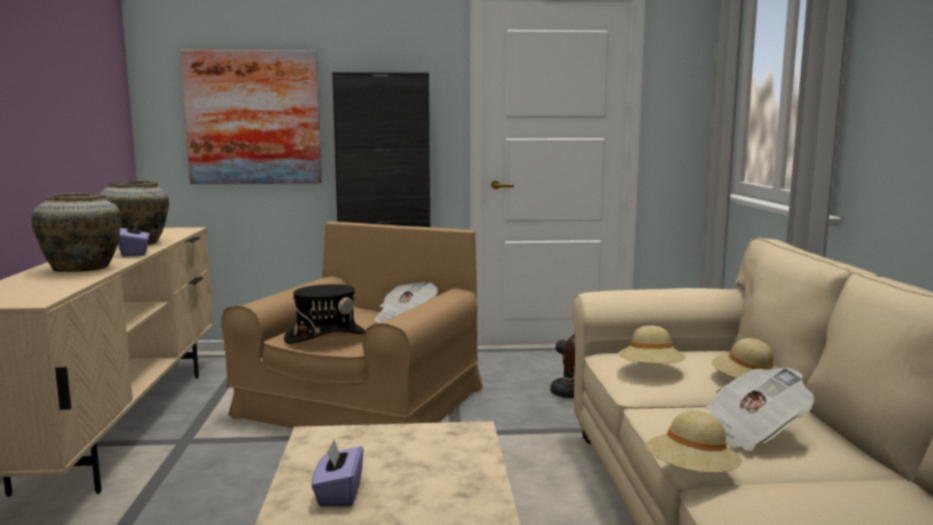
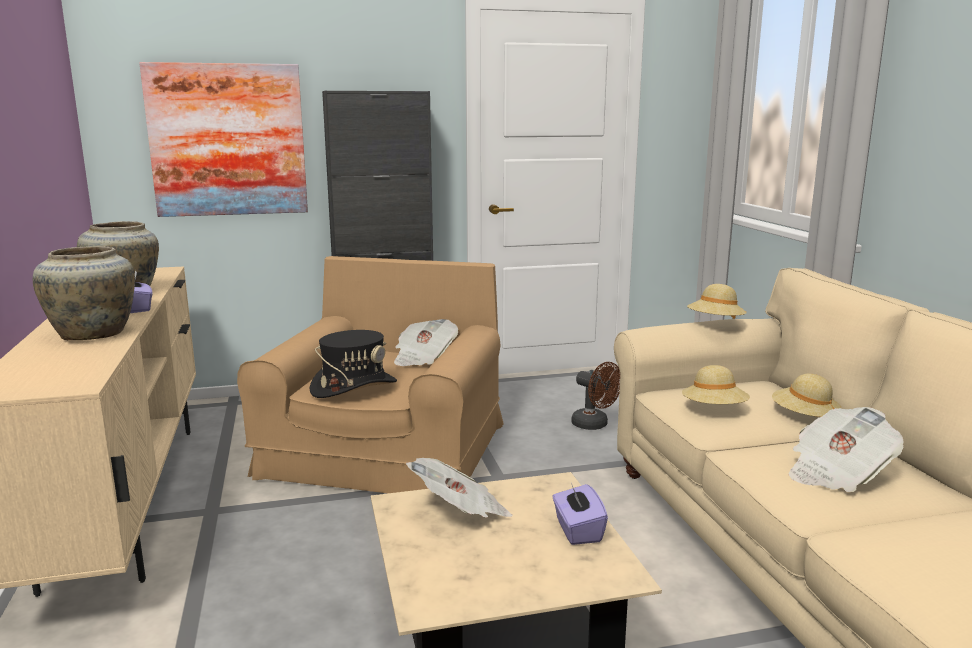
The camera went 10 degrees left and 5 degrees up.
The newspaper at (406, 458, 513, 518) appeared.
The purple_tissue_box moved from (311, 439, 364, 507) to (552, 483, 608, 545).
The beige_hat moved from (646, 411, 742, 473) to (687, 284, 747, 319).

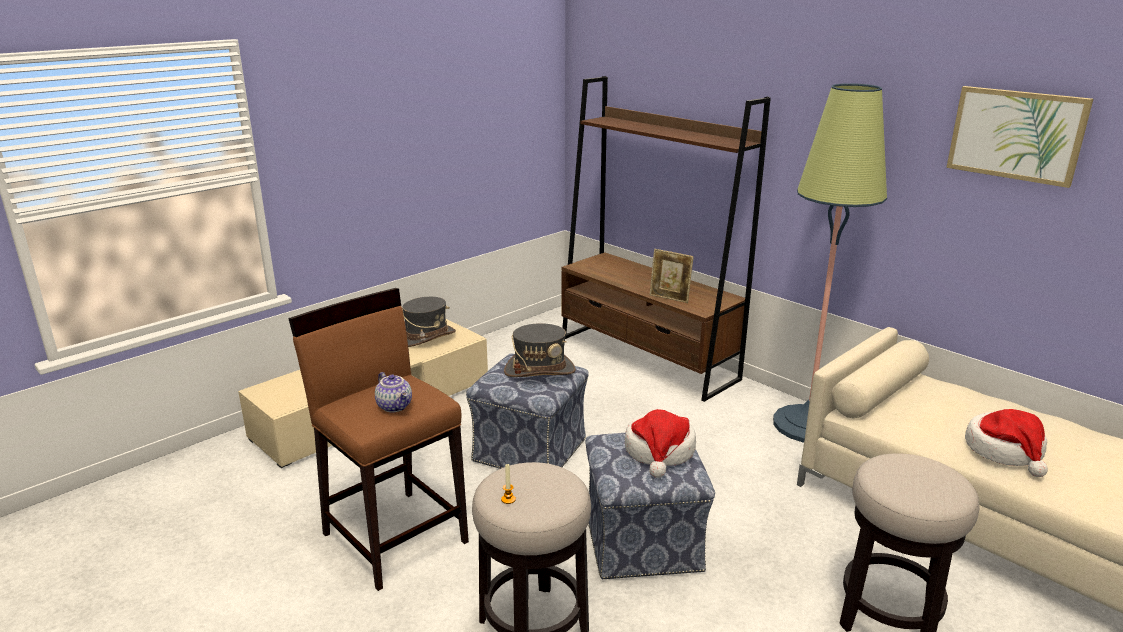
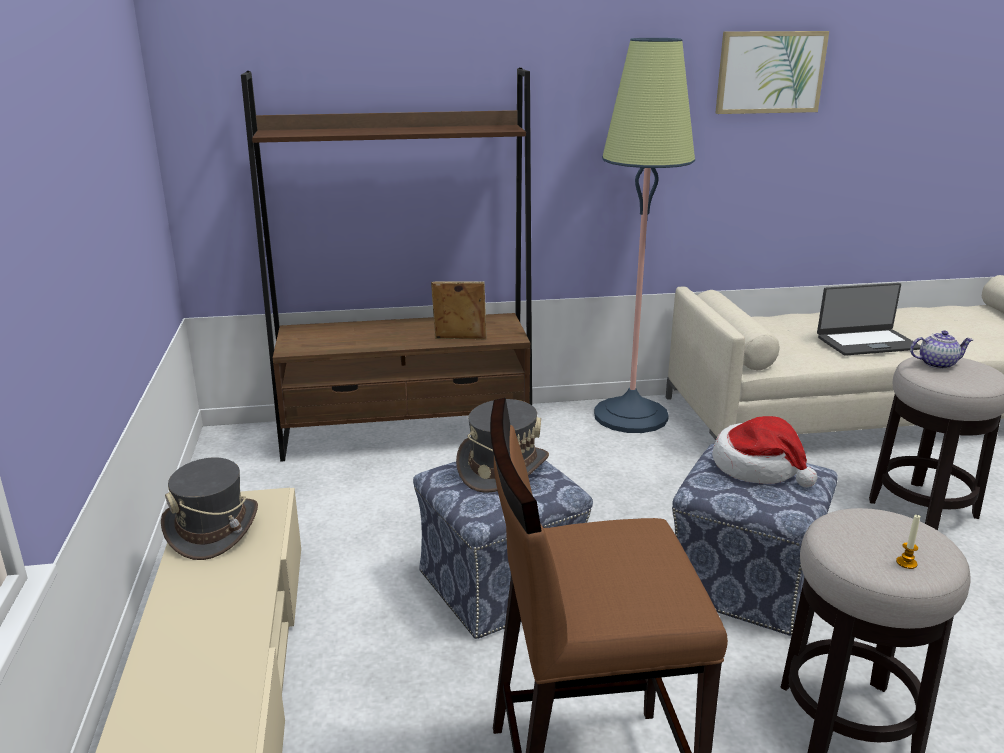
The camera went 55 degrees left and 0 degrees up.
The picture_frame at (650, 249, 694, 303) turned 150 degrees counterclockwise.
The hat at (965, 409, 1048, 477) was replaced by the laptop at (817, 283, 921, 356).
The teapot moved from (375, 372, 412, 412) to (910, 330, 973, 369).

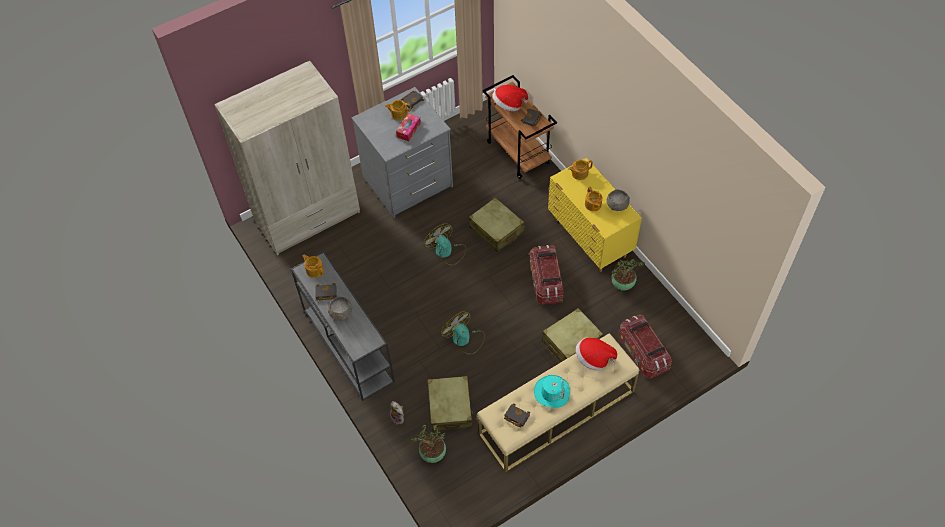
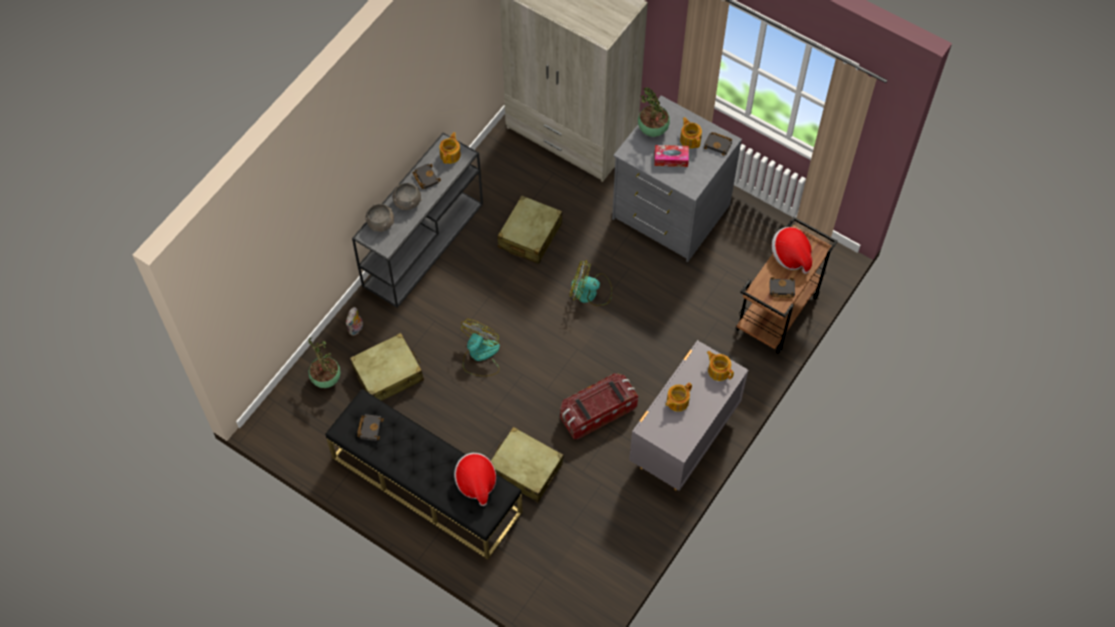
The camera went 65 degrees right and 5 degrees up.
The beige_bench at (477, 333, 639, 473) became the black_bench at (326, 389, 523, 560).
The grey_bowl moved from (606, 189, 630, 211) to (365, 204, 394, 232).
The beige_suitcase moved from (469, 198, 524, 252) to (497, 195, 562, 264).
The fan at (424, 223, 466, 265) turned 105 degrees counterclockwise.
The yellow_dresser at (548, 158, 642, 272) became the grey_dresser at (629, 340, 749, 491).
The potted_plant moved from (611, 259, 645, 291) to (638, 88, 670, 137).
The turquoise_hat at (534, 375, 570, 408) disappeared.
The storage_box at (618, 314, 672, 379) disappeared.

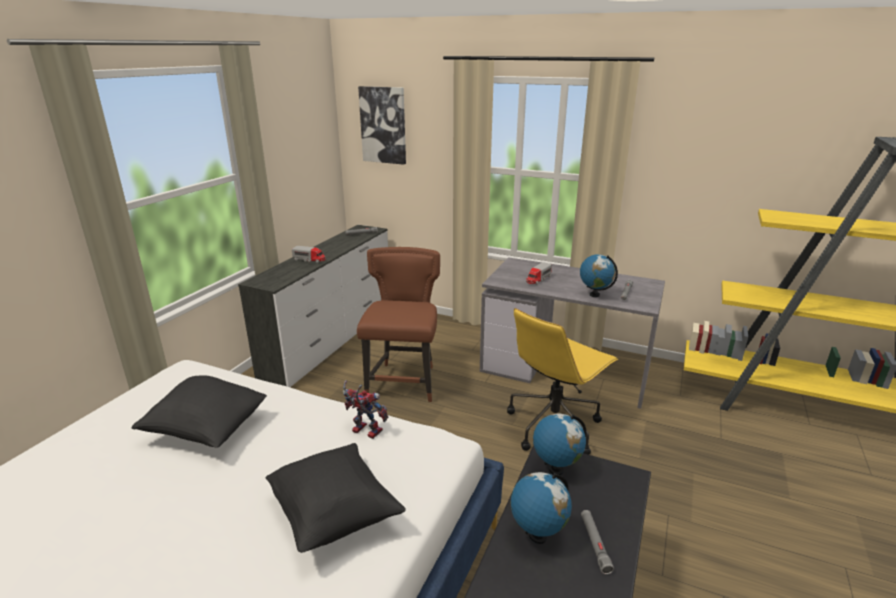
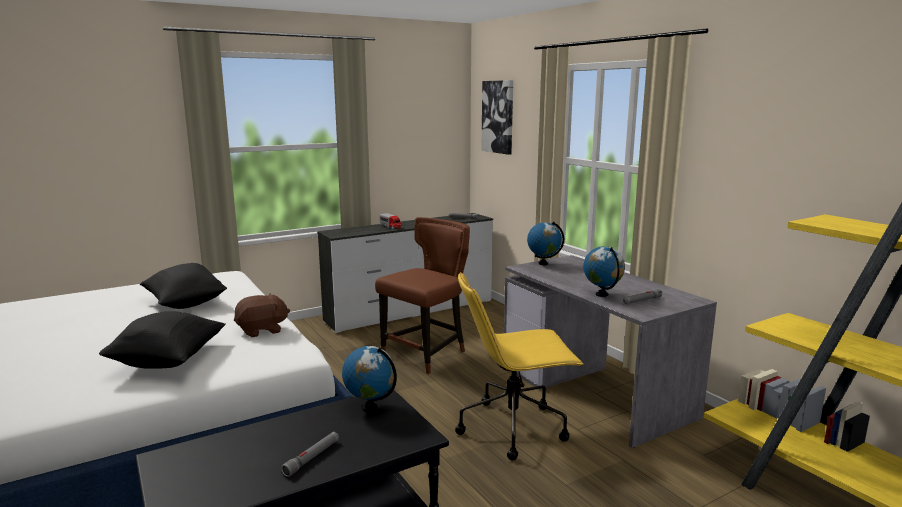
The camera went 35 degrees right and 10 degrees down.
The toy_robot at (343, 380, 388, 439) was replaced by the brown_plush_toy at (234, 294, 290, 337).
The globe moved from (511, 472, 572, 544) to (527, 222, 564, 265).
The toy_truck at (526, 262, 552, 285) disappeared.

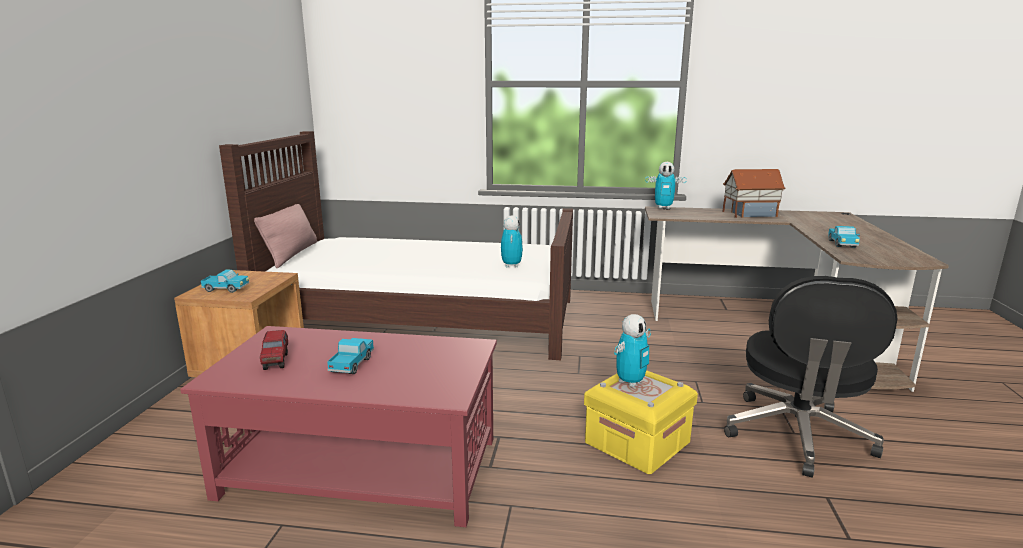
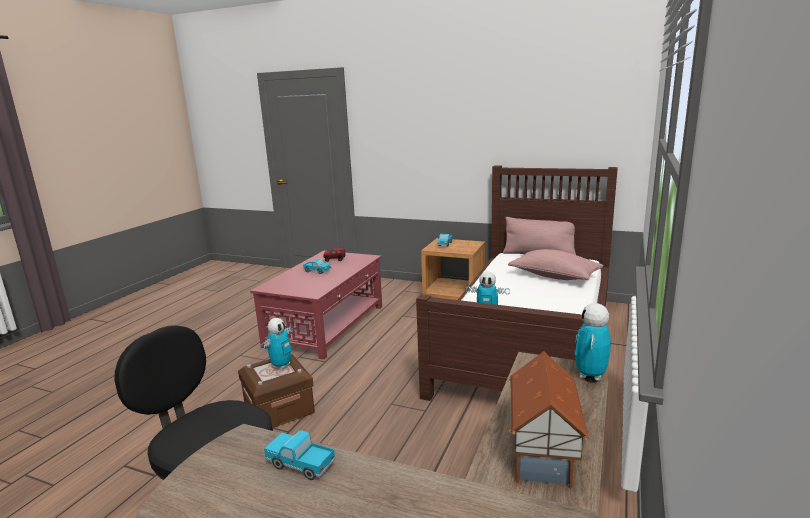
The camera went 105 degrees right and 0 degrees up.
The yellow_storage_box at (584, 370, 698, 474) became the brown_storage_box at (238, 354, 315, 428).
The toy_robot at (614, 314, 651, 387) turned 120 degrees counterclockwise.
The pink_pillow at (508, 249, 603, 280) appeared.

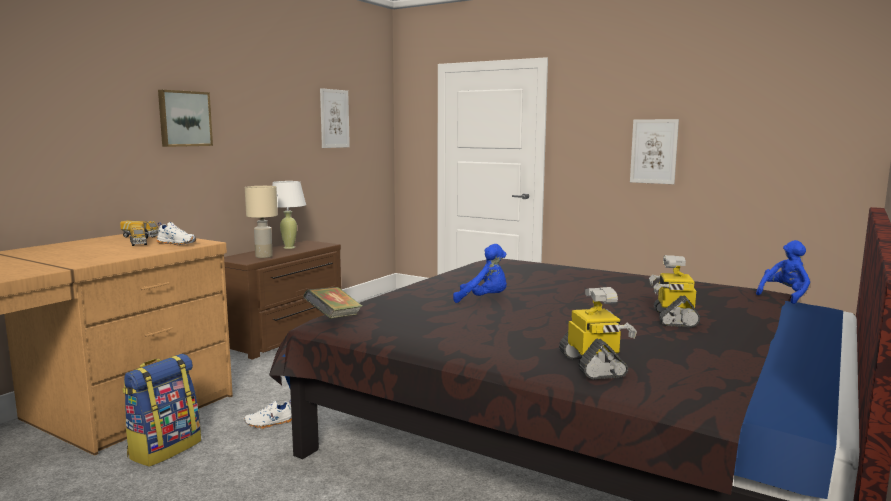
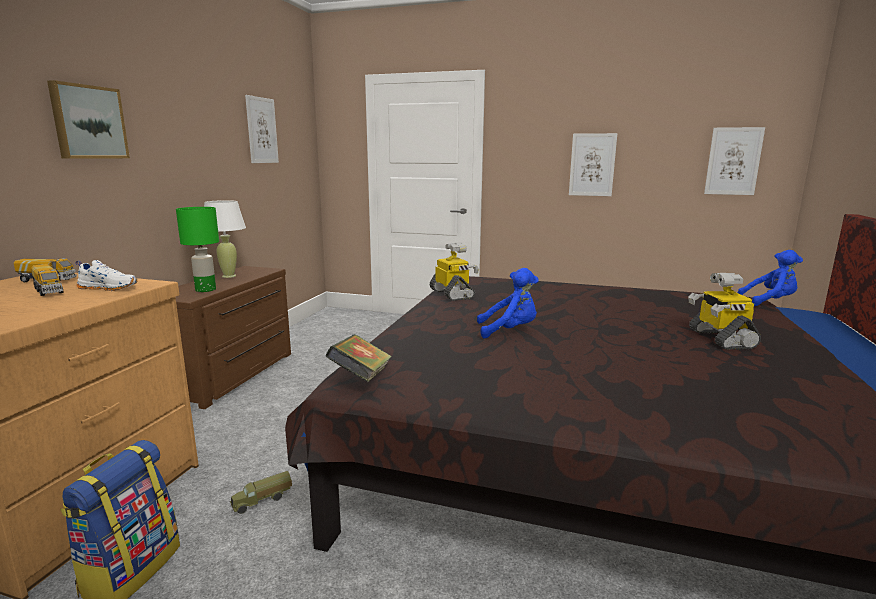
The camera went 15 degrees left and 5 degrees up.
The beige_table_lamp at (245, 186, 278, 258) became the green_table_lamp at (176, 207, 219, 292).
The white_shoe at (244, 400, 292, 429) was replaced by the toy_truck at (230, 471, 292, 514).
The toy_robot moved from (559, 287, 637, 379) to (430, 242, 479, 301).
The picture at (704, 127, 765, 195) appeared.
The blue_plush_toy at (756, 240, 810, 304) turned 60 degrees clockwise.

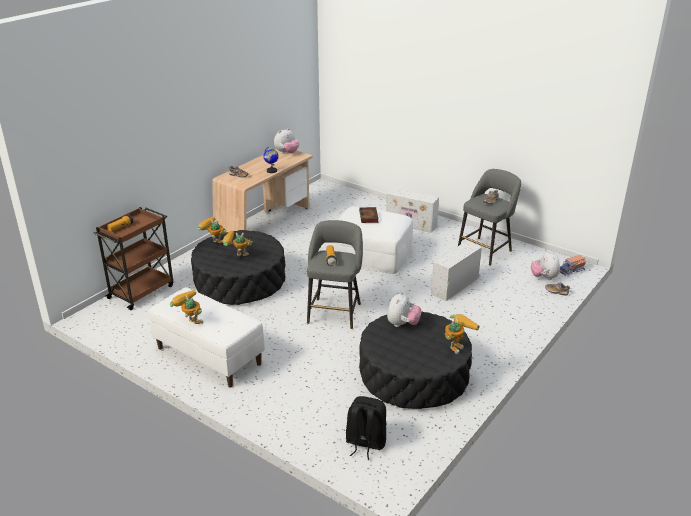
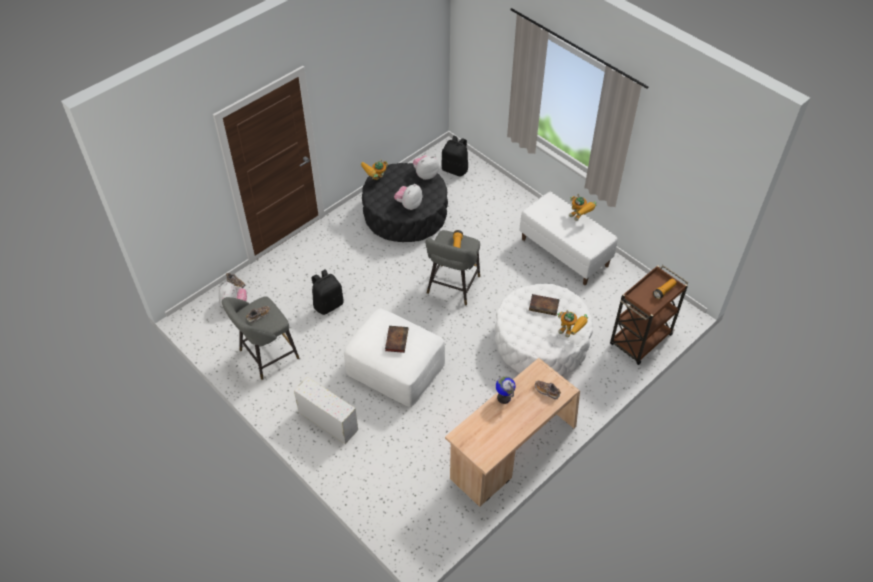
The camera went 170 degrees left and 20 degrees up.
The white_storage_box at (431, 241, 482, 301) was replaced by the black_backpack at (312, 269, 344, 315).
The plush_toy moved from (274, 128, 299, 154) to (413, 155, 439, 180).
The black_ottoman at (191, 230, 285, 305) became the white_ottoman at (495, 284, 593, 376).
The toy_robot at (222, 230, 253, 256) was replaced by the book at (529, 294, 560, 316).
The toy_truck at (560, 255, 586, 276) disappeared.

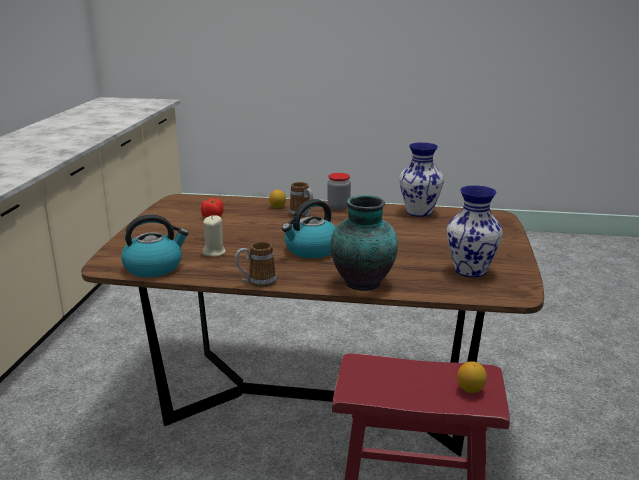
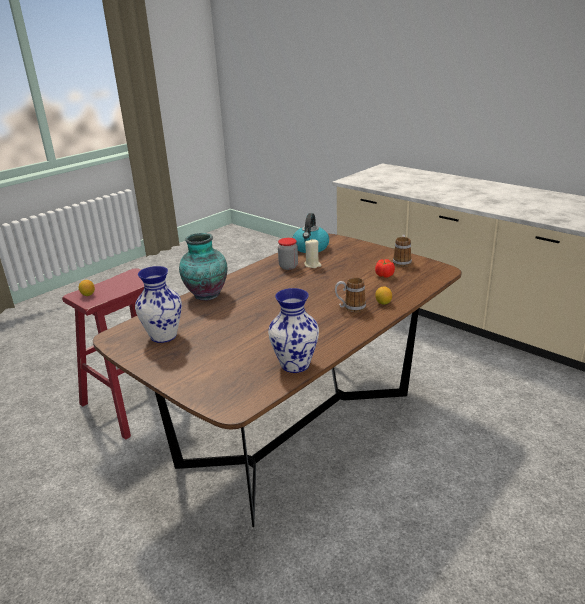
The camera went 125 degrees right and 5 degrees up.
The jar moved from (327, 173, 351, 210) to (278, 238, 298, 270).
The mug moved from (235, 241, 277, 287) to (393, 235, 412, 267).
The kettle at (282, 199, 336, 258) disappeared.

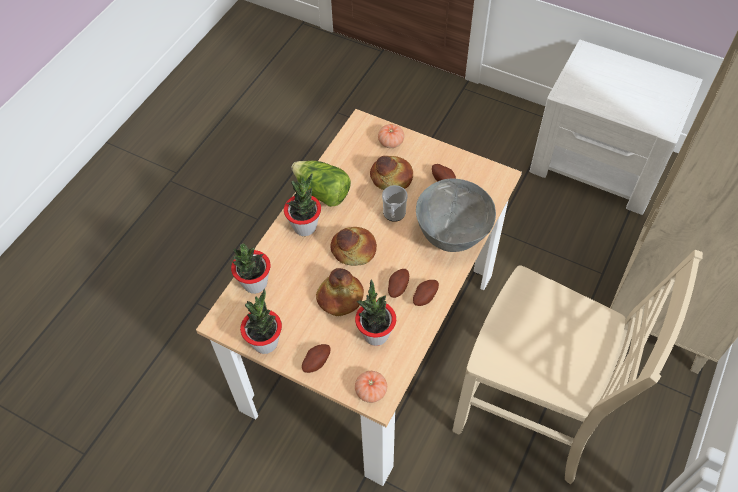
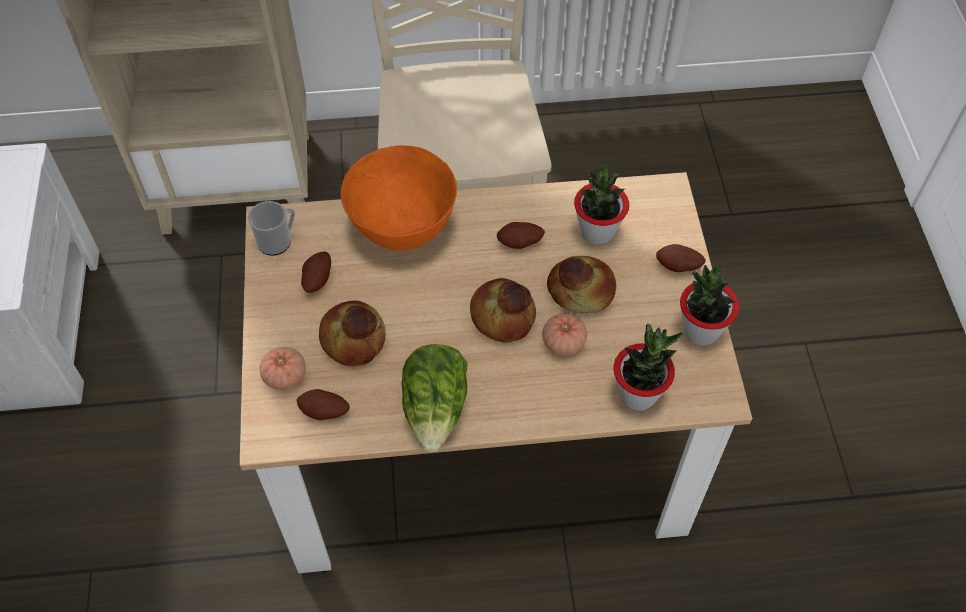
The camera went 125 degrees left and 0 degrees up.
The mug moved from (382, 185, 408, 222) to (248, 201, 295, 256).
The potato moved from (413, 280, 439, 306) to (296, 389, 350, 420).
The grey_bowl at (416, 179, 496, 252) became the orange_bowl at (341, 145, 457, 250).
The tomato moved from (355, 371, 387, 403) to (542, 314, 587, 356).
The potted_plant at (284, 173, 321, 236) disappeared.

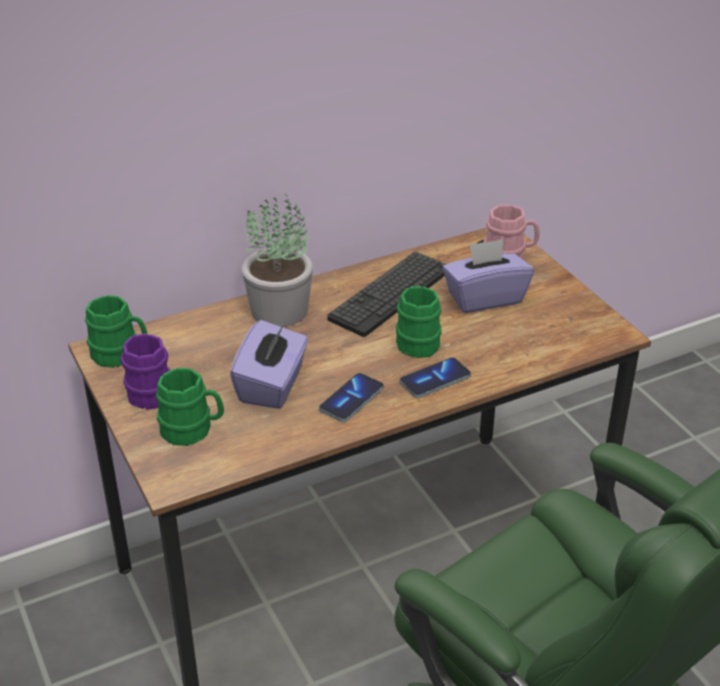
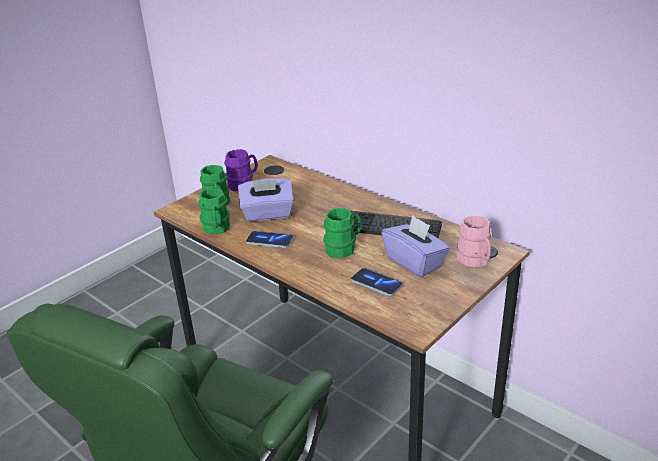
The camera went 70 degrees right and 5 degrees down.
The green_mug moved from (85, 295, 148, 368) to (198, 188, 230, 234).
The phone moved from (400, 358, 471, 398) to (351, 268, 403, 296).
The potted_plant at (241, 194, 313, 327) disappeared.

